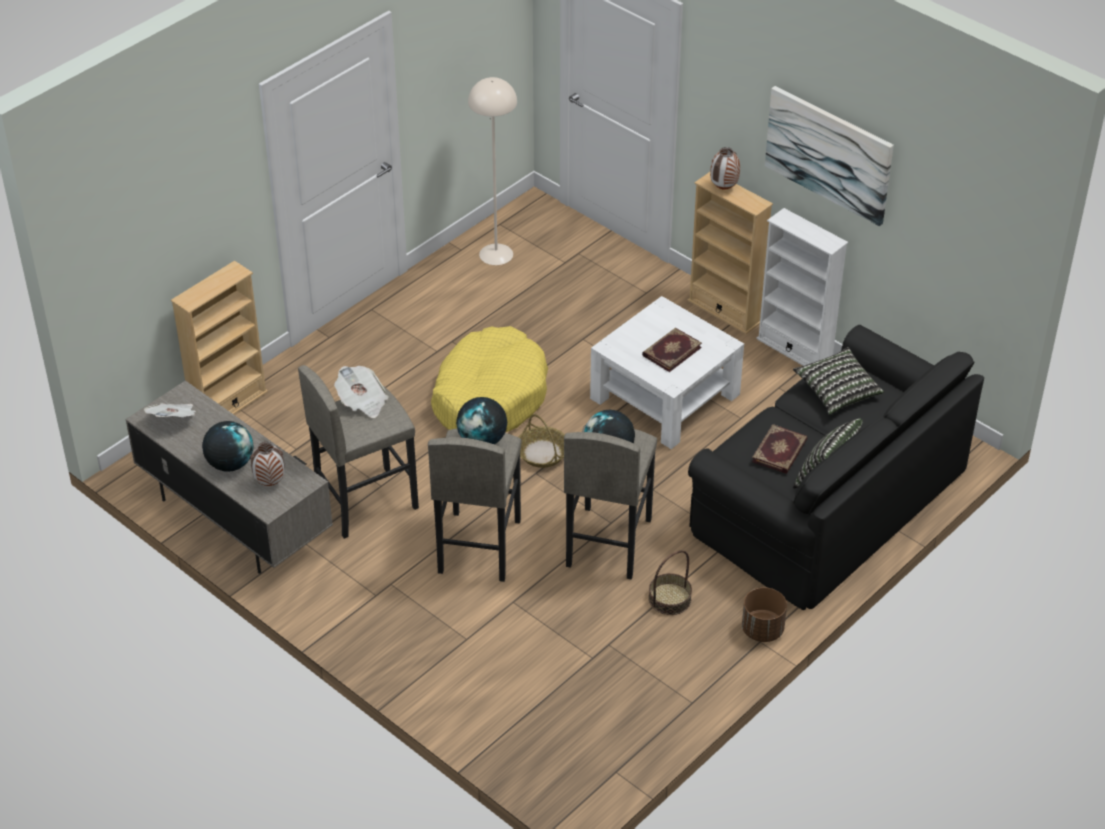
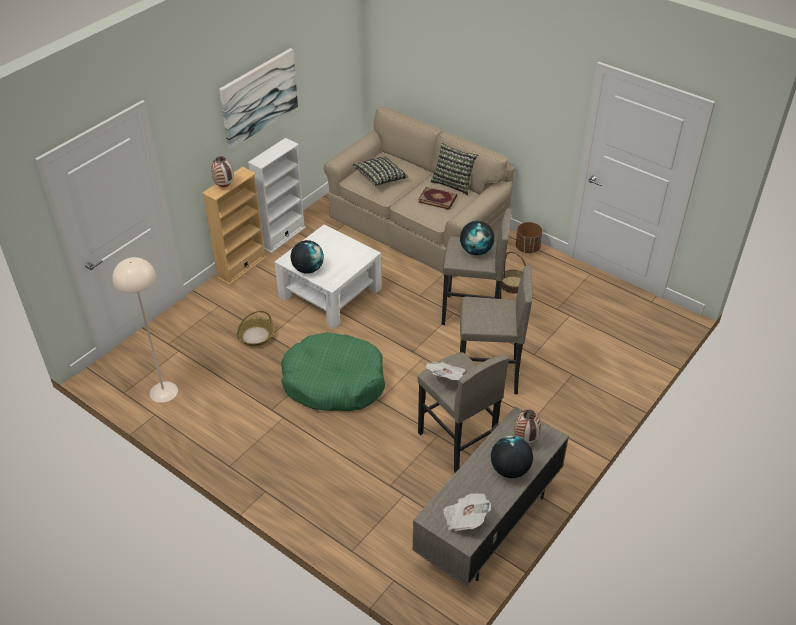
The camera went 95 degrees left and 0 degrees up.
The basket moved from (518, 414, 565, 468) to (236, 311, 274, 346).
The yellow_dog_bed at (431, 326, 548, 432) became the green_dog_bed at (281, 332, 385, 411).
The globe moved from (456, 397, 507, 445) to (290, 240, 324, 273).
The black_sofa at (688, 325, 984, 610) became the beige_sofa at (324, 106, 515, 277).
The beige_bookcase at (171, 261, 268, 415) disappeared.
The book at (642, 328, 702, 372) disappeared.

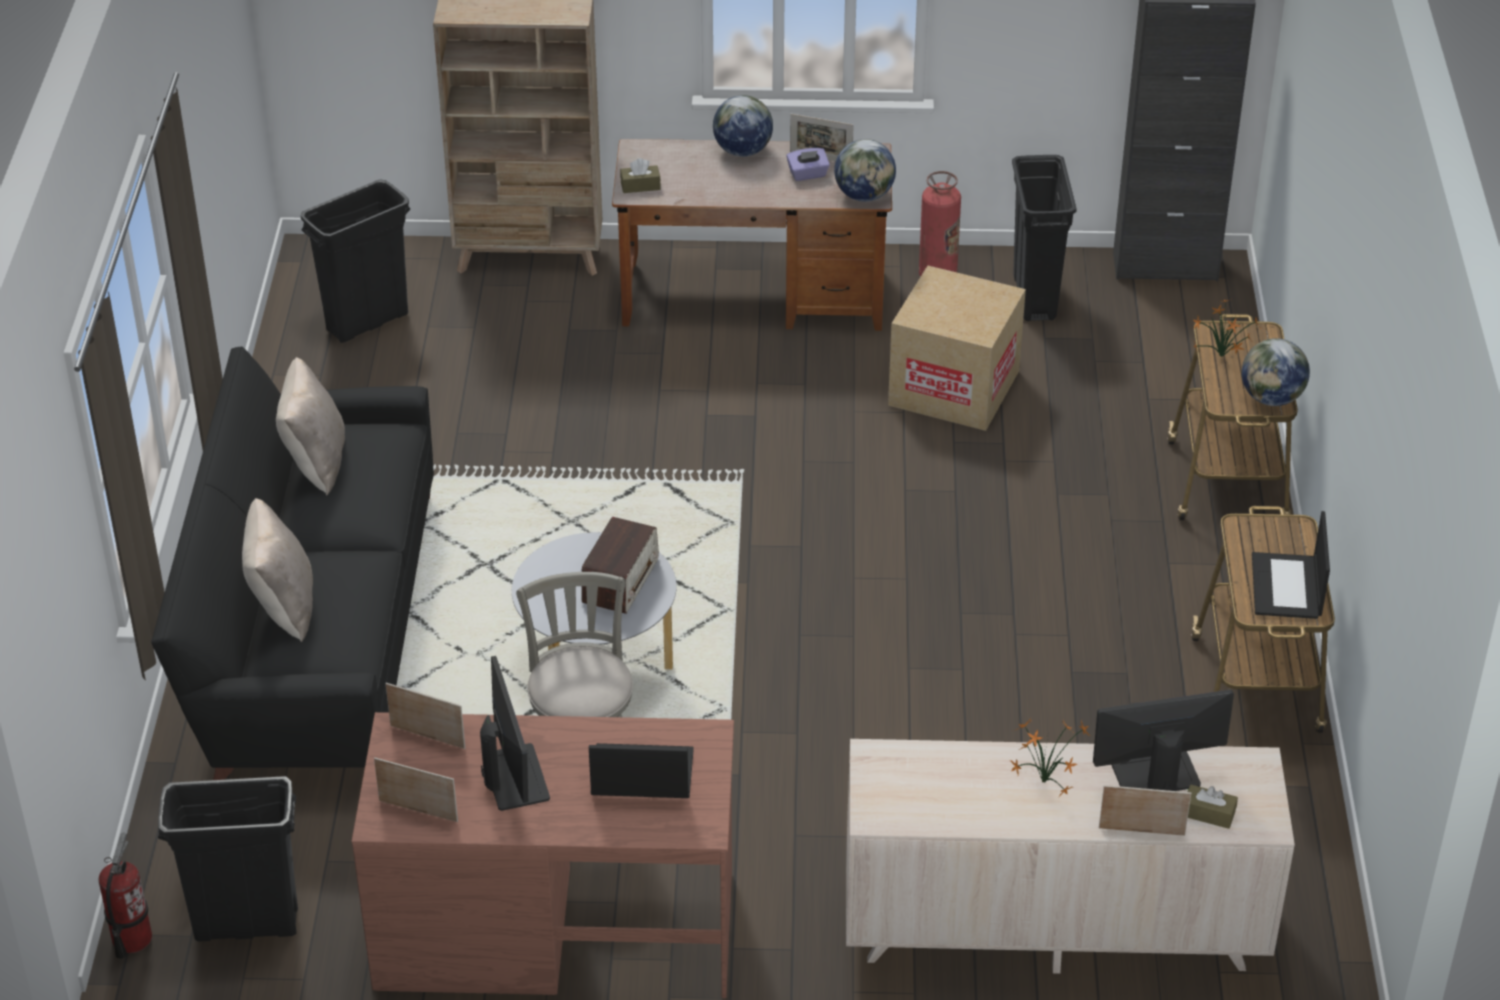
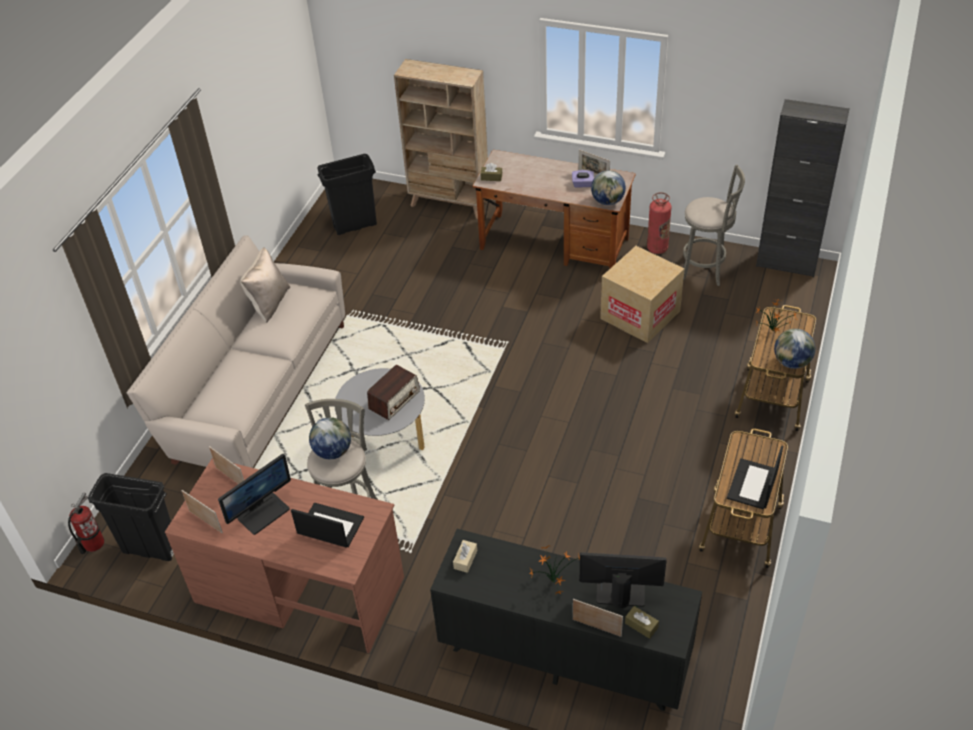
The camera went 20 degrees right and 5 degrees up.
The black_sofa at (151, 346, 434, 780) became the beige_sofa at (127, 235, 345, 468).
The monitor at (480, 656, 550, 811) turned 45 degrees clockwise.
The globe moved from (713, 95, 773, 157) to (309, 417, 351, 459).
The beige_dresser at (846, 739, 1295, 974) became the black_dresser at (430, 529, 702, 711).
The beige_tissue_box at (453, 540, 477, 573) appeared.
The black_trash_can at (1012, 155, 1077, 321) was replaced by the grey_stool at (683, 165, 745, 286).
The beige_pillow at (242, 498, 313, 642) disappeared.

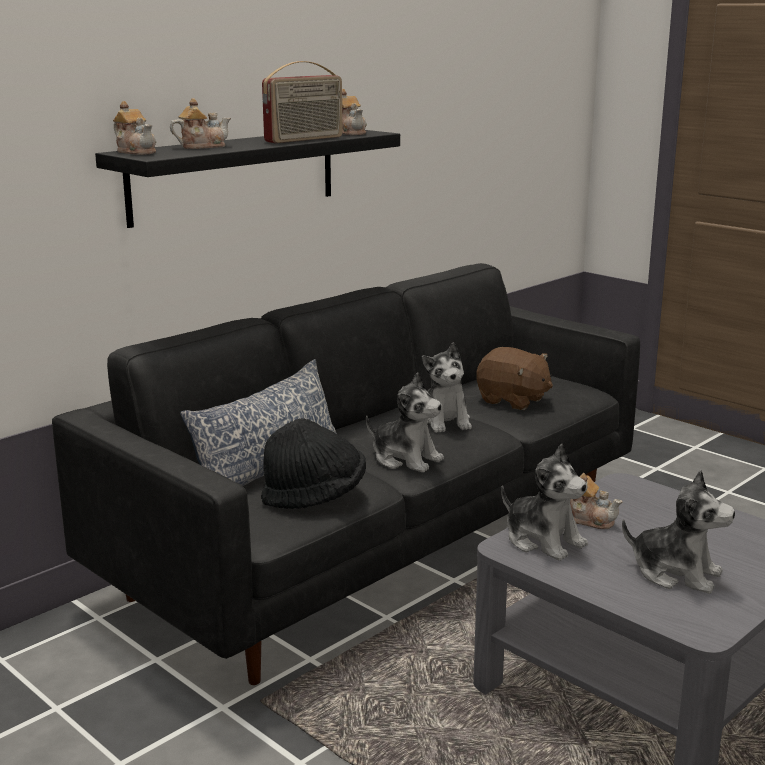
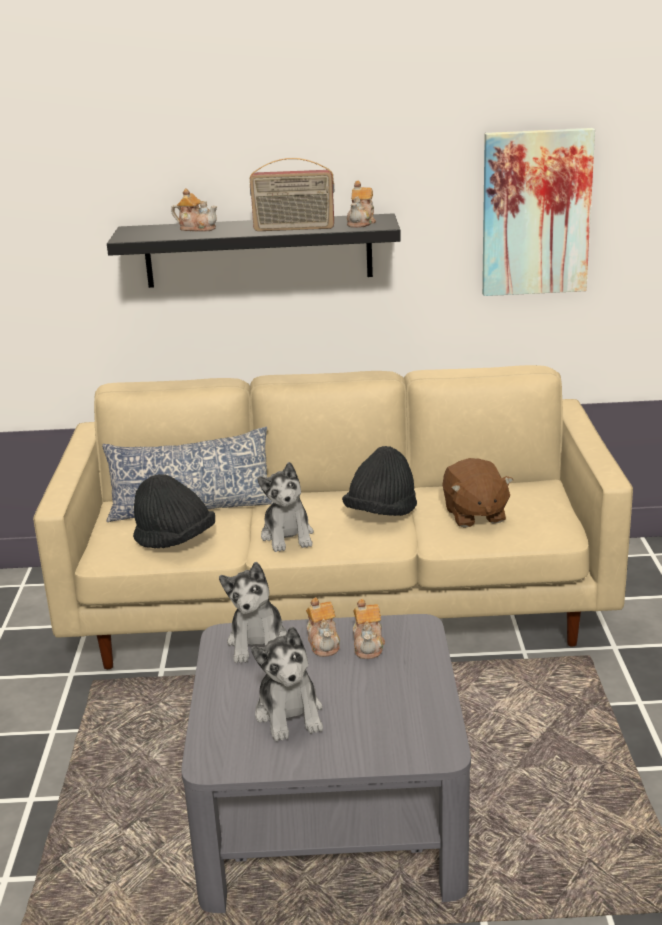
The camera went 45 degrees right and 5 degrees up.
The black_sofa at (52, 263, 640, 685) became the beige_sofa at (33, 365, 633, 669).
The plush_toy at (422, 342, 472, 433) was replaced by the black_hat at (342, 446, 417, 516).
The teapot moved from (113, 101, 156, 155) to (353, 599, 385, 659).
The picture at (482, 128, 595, 296) appeared.

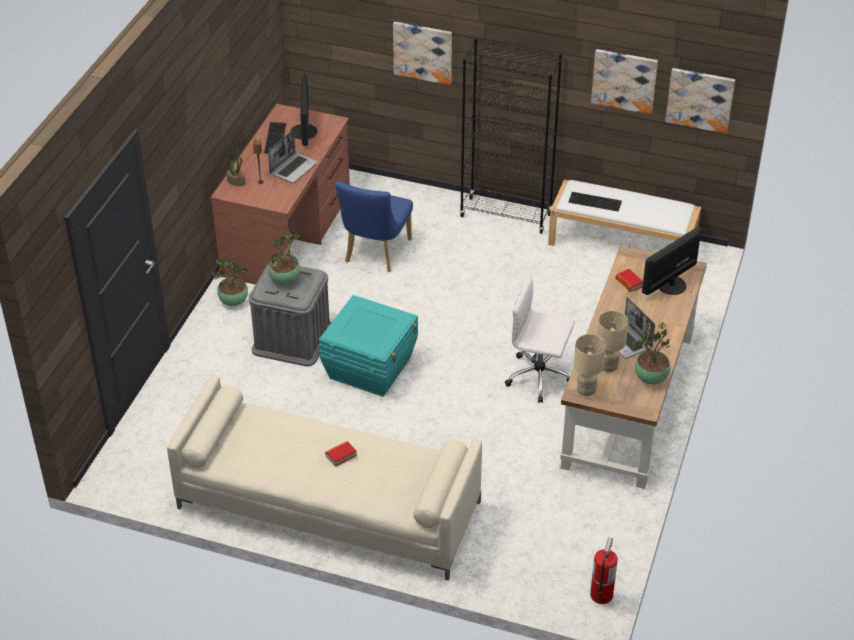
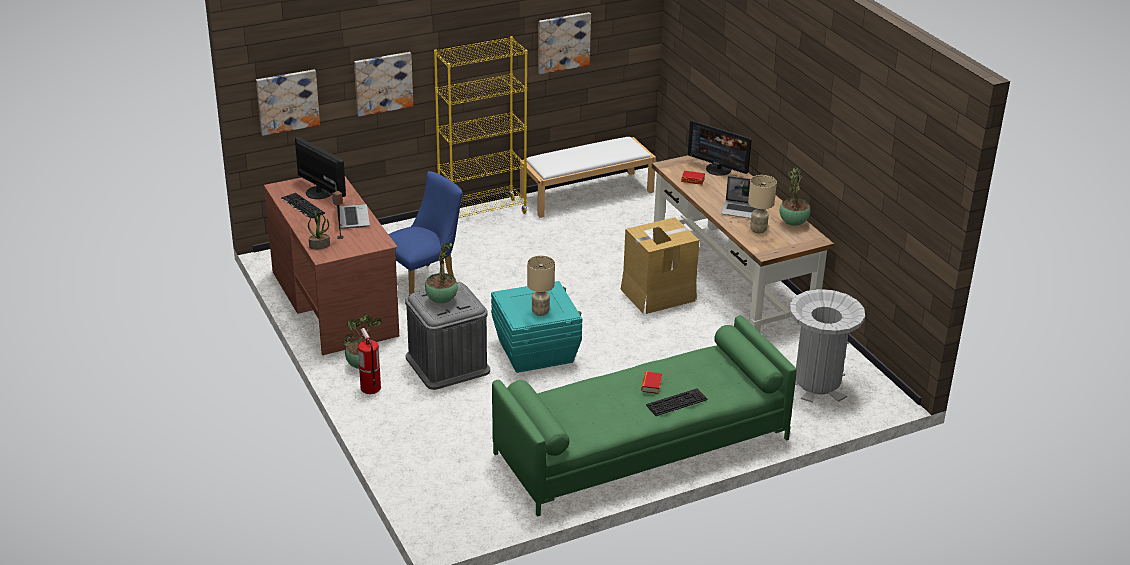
The camera went 45 degrees left and 10 degrees down.
The picture moved from (665, 68, 735, 134) to (256, 69, 320, 136).
The fire_extinguisher moved from (590, 537, 618, 604) to (358, 328, 381, 394).
The blue_chair at (335, 181, 413, 272) turned 105 degrees counterclockwise.
The black_bookcase at (459, 39, 562, 234) became the yellow_bookcase at (434, 36, 528, 218).
The beige_sofa at (167, 375, 482, 581) became the green_sofa at (492, 315, 797, 517).
The beige_table_lamp moved from (574, 334, 606, 396) to (527, 256, 555, 316).
The white_office_chair at (505, 275, 575, 403) was replaced by the cardboard_box at (621, 217, 700, 314).
The keyboard moved from (568, 192, 622, 212) to (646, 388, 708, 416).
The monitor at (642, 226, 702, 295) turned 60 degrees counterclockwise.
The grey_trash_can at (790, 289, 865, 403) appeared.

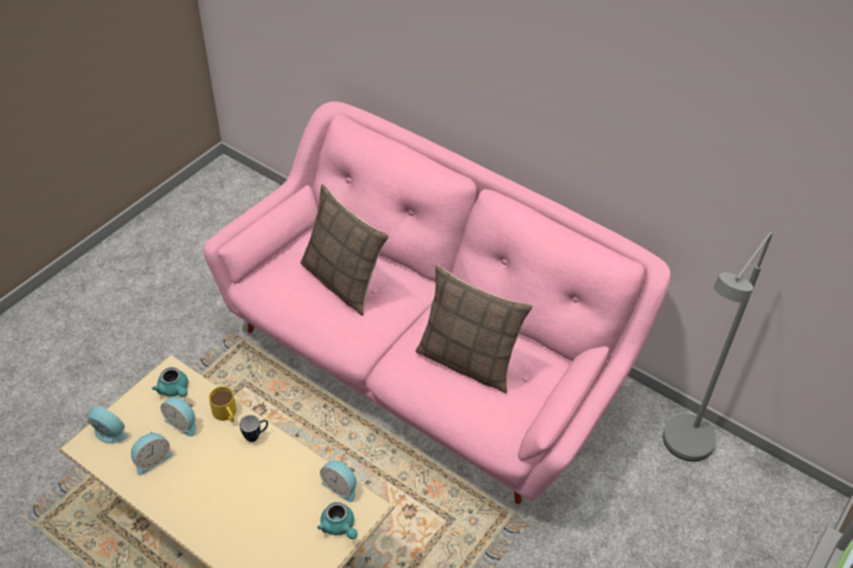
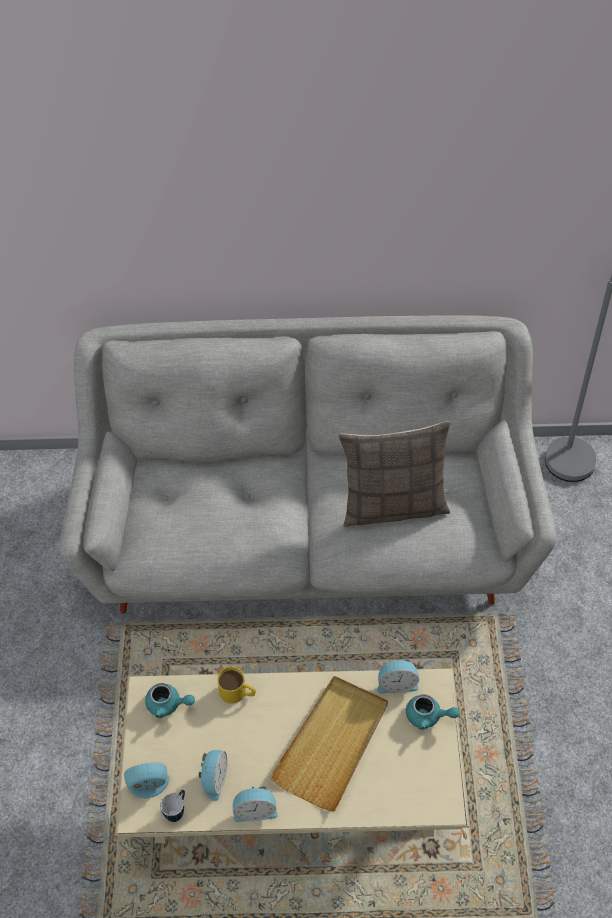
The camera went 35 degrees left and 5 degrees up.
The pink_sofa at (203, 101, 670, 504) became the grey_sofa at (60, 315, 557, 614).
The mug moved from (239, 415, 268, 442) to (160, 790, 185, 822).
The alarm_clock moved from (161, 397, 196, 437) to (233, 786, 277, 822).
The beige_tray at (269, 676, 388, 811) appeared.
The pillow at (300, 184, 389, 316) disappeared.

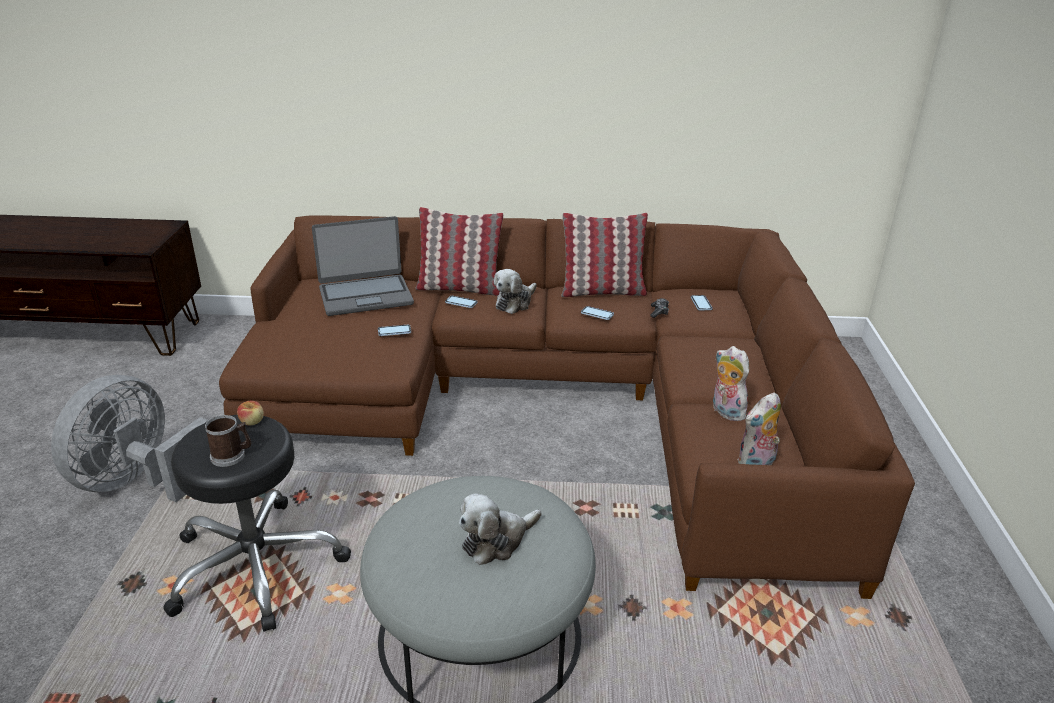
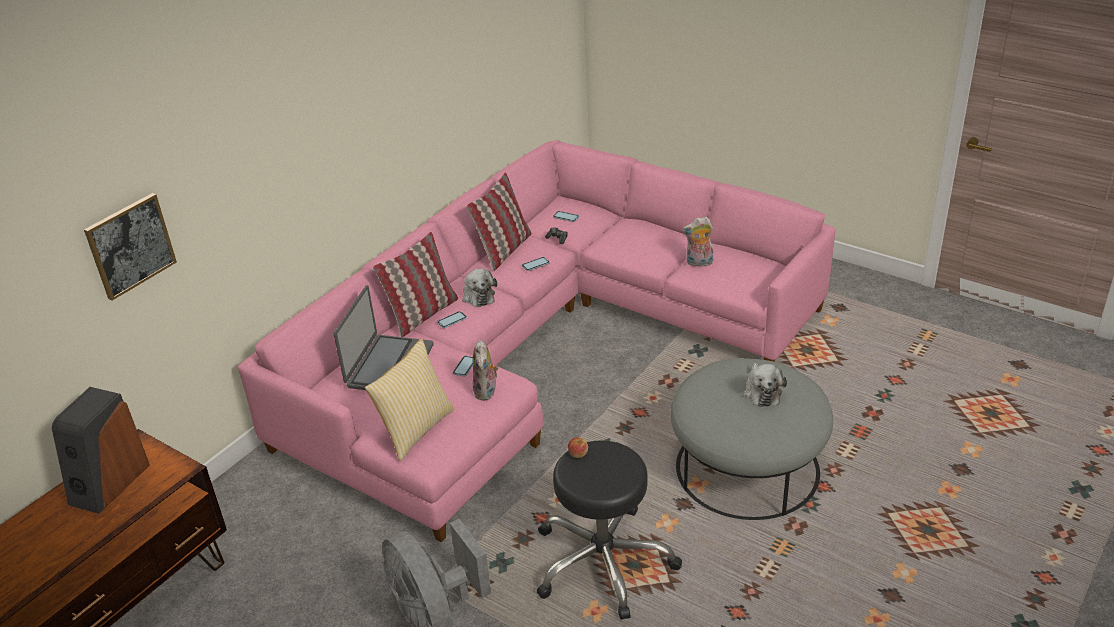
The camera went 55 degrees left and 5 degrees up.
The speaker at (52, 387, 150, 514) appeared.
The picture at (84, 193, 177, 301) appeared.
The brown_sofa at (219, 215, 915, 599) became the pink_sofa at (238, 140, 836, 542).
The pillow at (365, 338, 455, 461) appeared.
The plush_toy moved from (737, 392, 781, 465) to (473, 340, 499, 401).
The mug at (205, 415, 251, 467) disappeared.

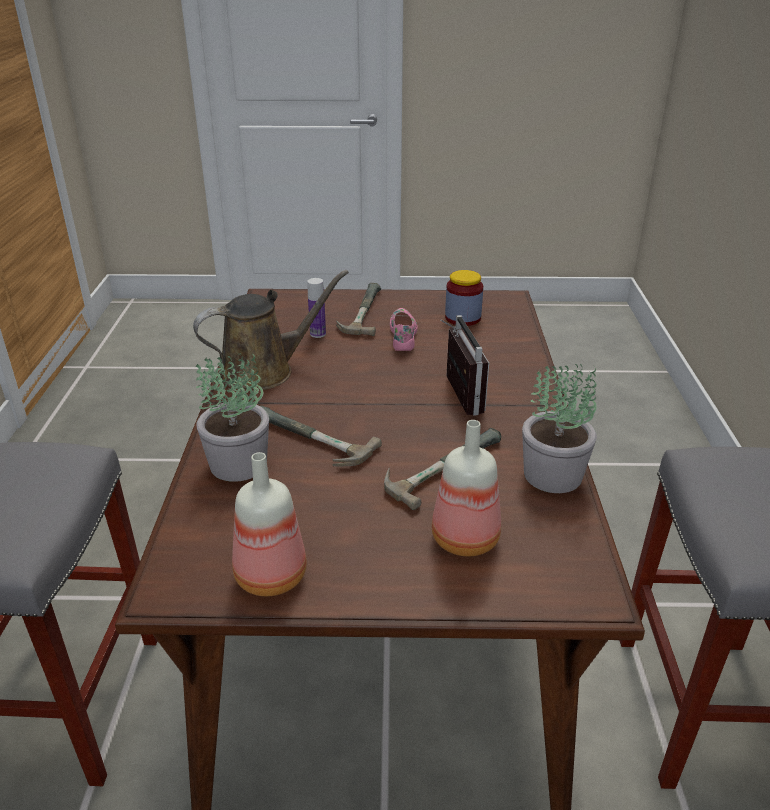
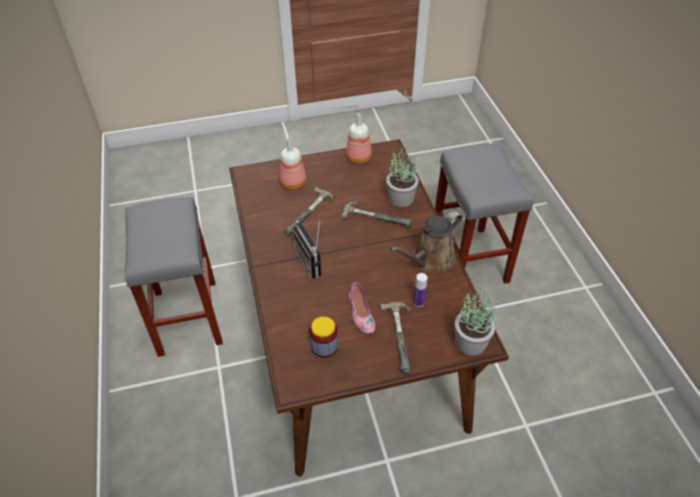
The camera went 165 degrees right and 15 degrees up.
The potted_plant moved from (522, 364, 597, 493) to (455, 288, 497, 356).

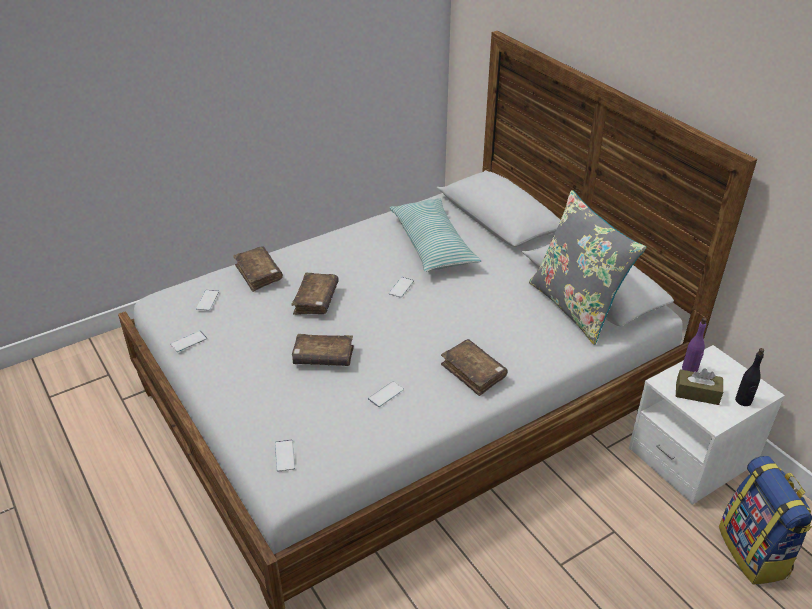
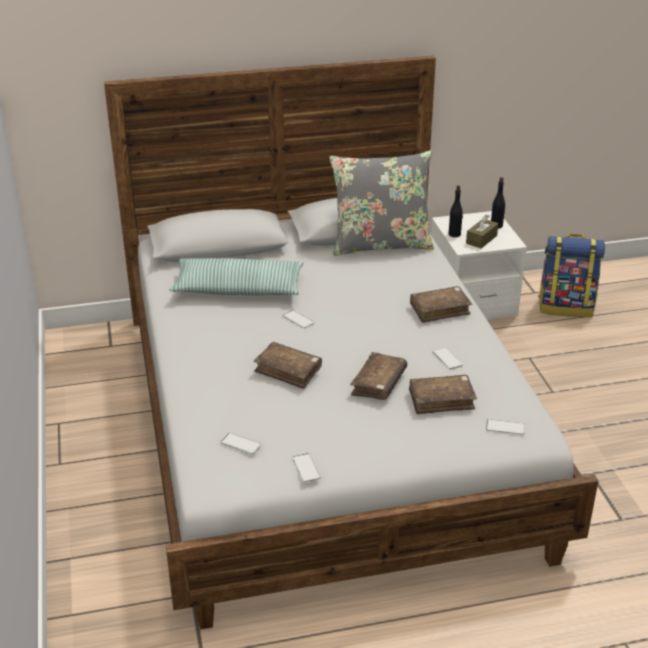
The camera went 70 degrees left and 5 degrees down.
The brown_book moved from (233, 246, 283, 292) to (409, 375, 477, 414).
The purple_bottle at (682, 318, 707, 372) became the black_bottle at (449, 185, 463, 237).

